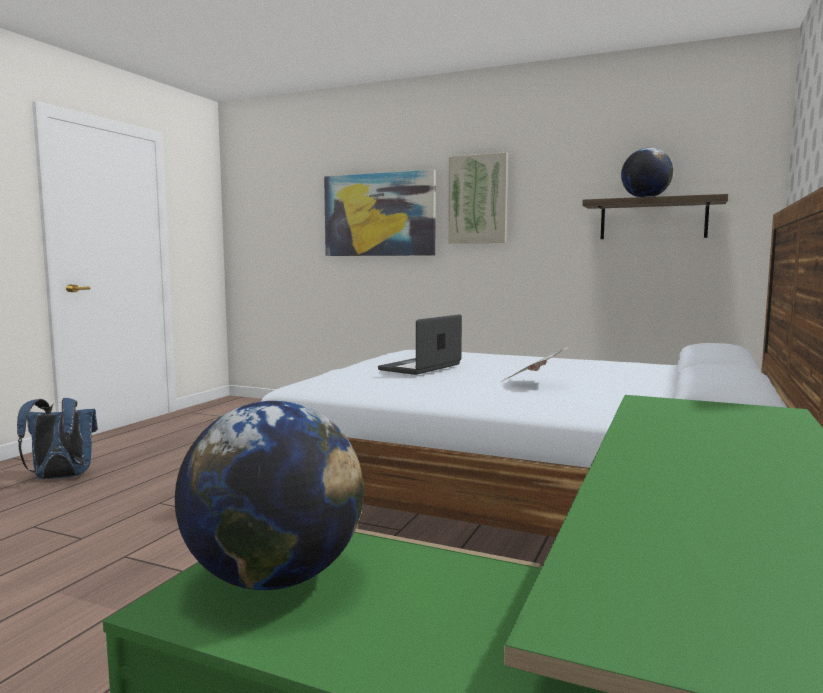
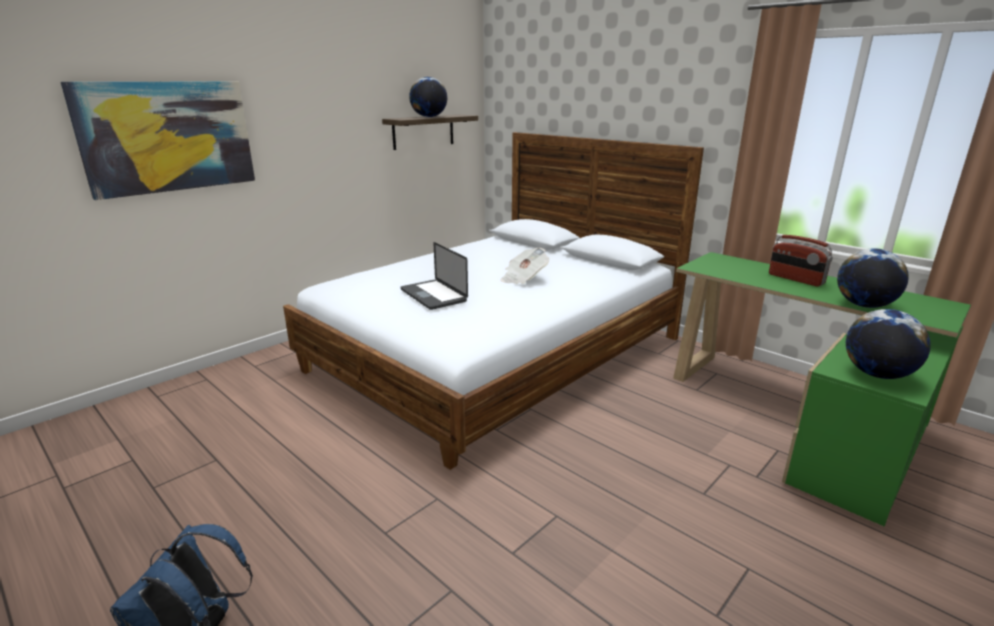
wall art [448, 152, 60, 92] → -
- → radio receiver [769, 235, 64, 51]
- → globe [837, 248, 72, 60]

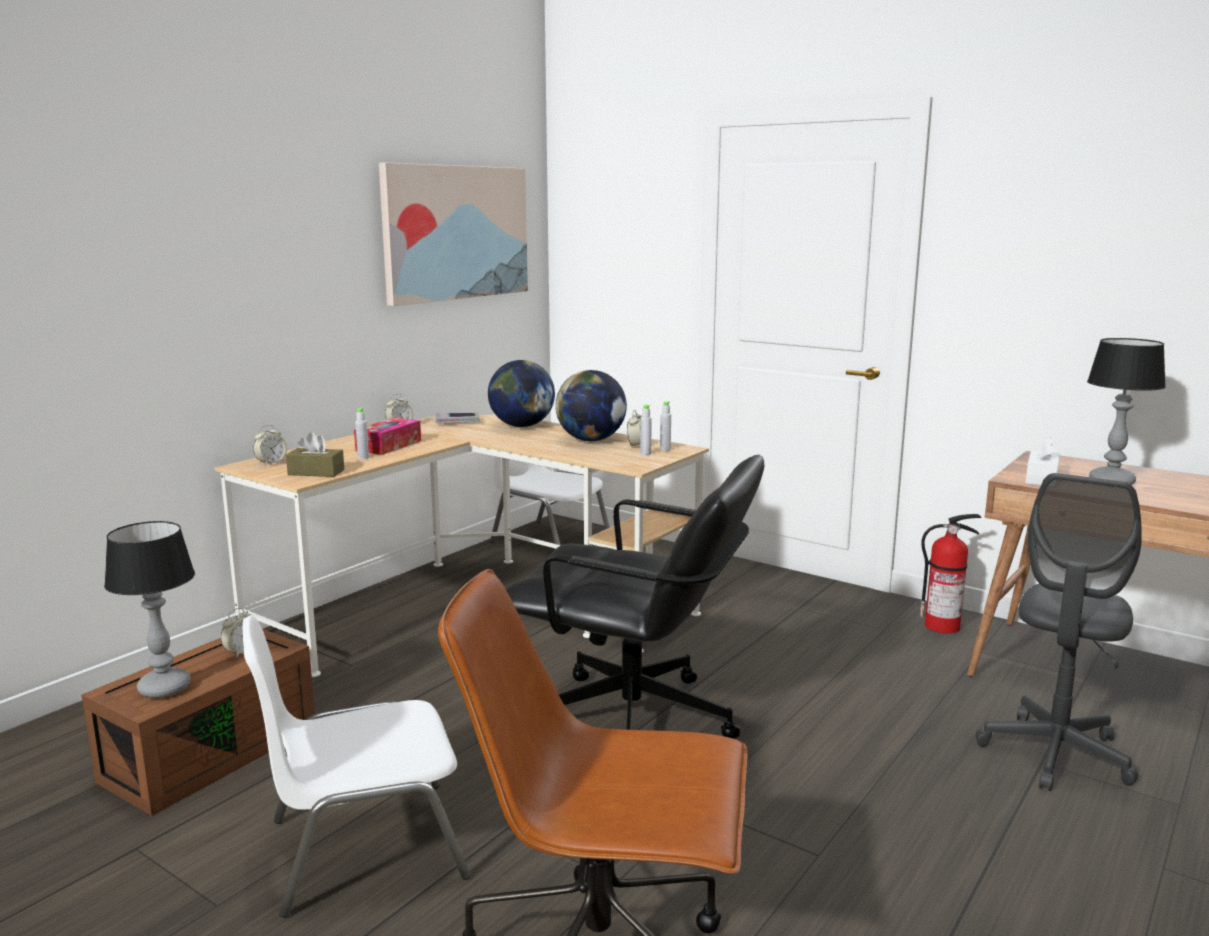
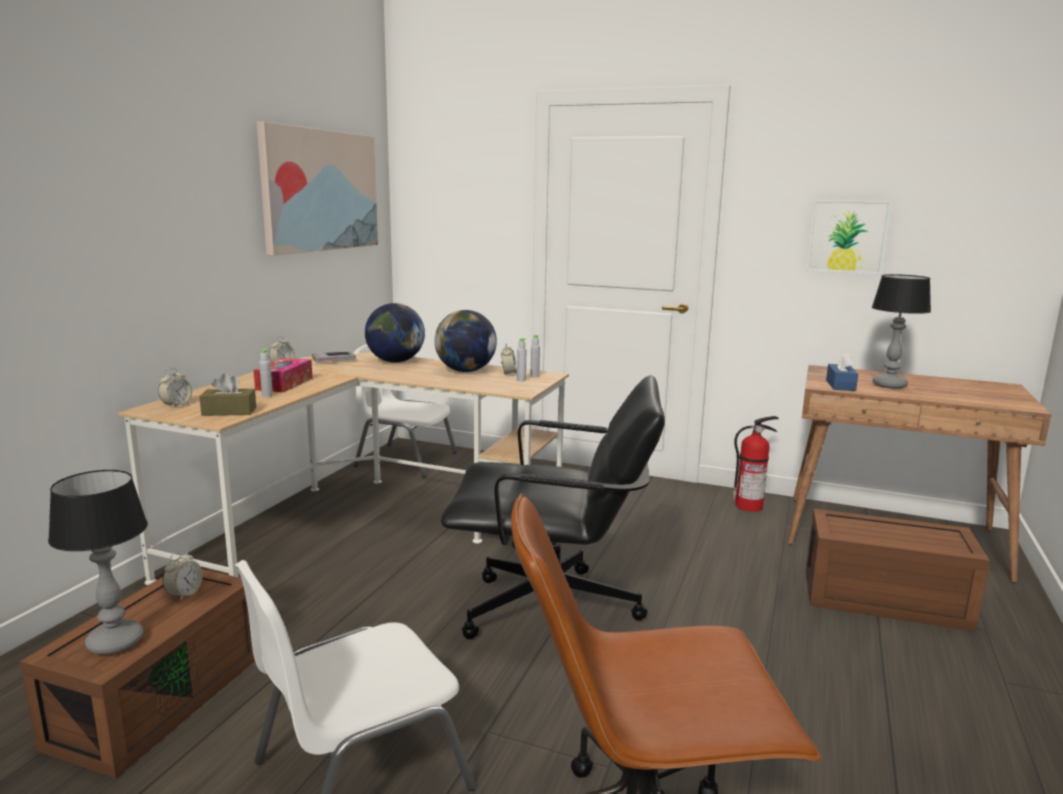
grey office chair [976, 473, 166, 318] → brown-coloured storage box [806, 509, 184, 123]
whitish tissue box [1026, 437, 34, 48] → blue-coloured tissue box [826, 352, 32, 39]
- → wall art [806, 200, 86, 75]

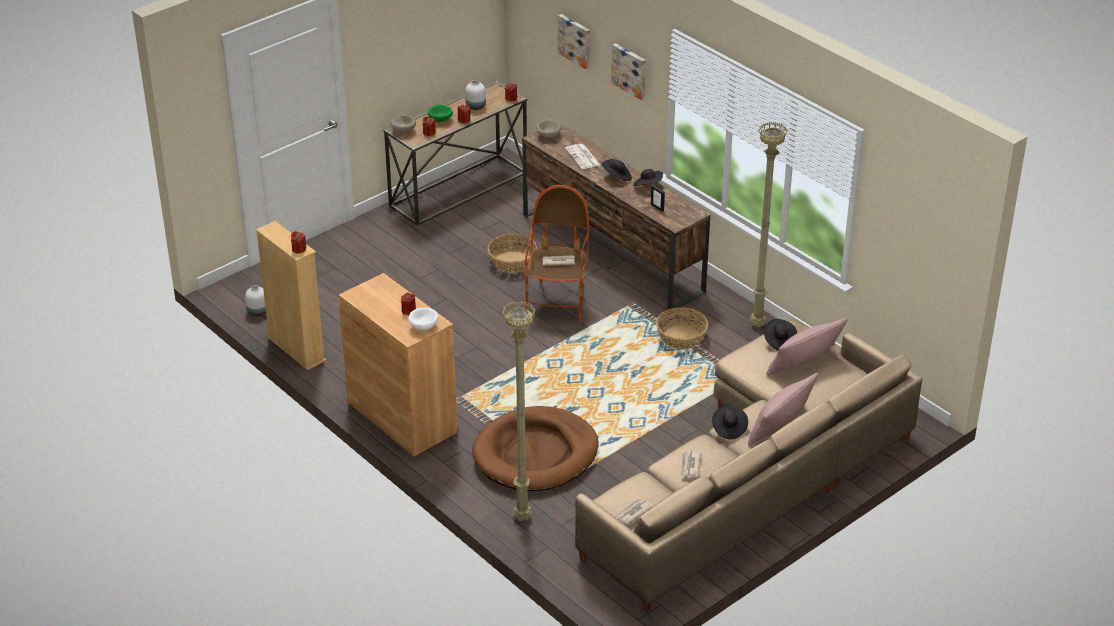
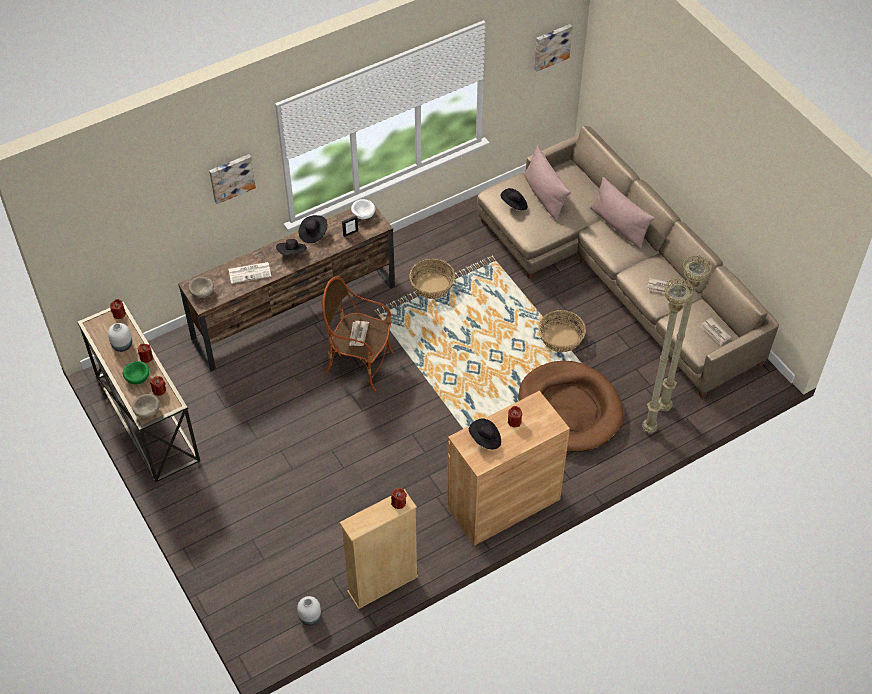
whitish bowl [408, 308, 30, 22] → whitish bowl [351, 199, 25, 20], moved
basket [487, 234, 50, 39] → basket [539, 310, 47, 42], moved
wall art [558, 14, 32, 55] → wall art [534, 24, 39, 48], moved
blackish wearable hat [712, 405, 36, 34] → blackish wearable hat [469, 418, 32, 31], moved
beige standard lamp [750, 122, 38, 205] → beige standard lamp [658, 255, 54, 156], moved

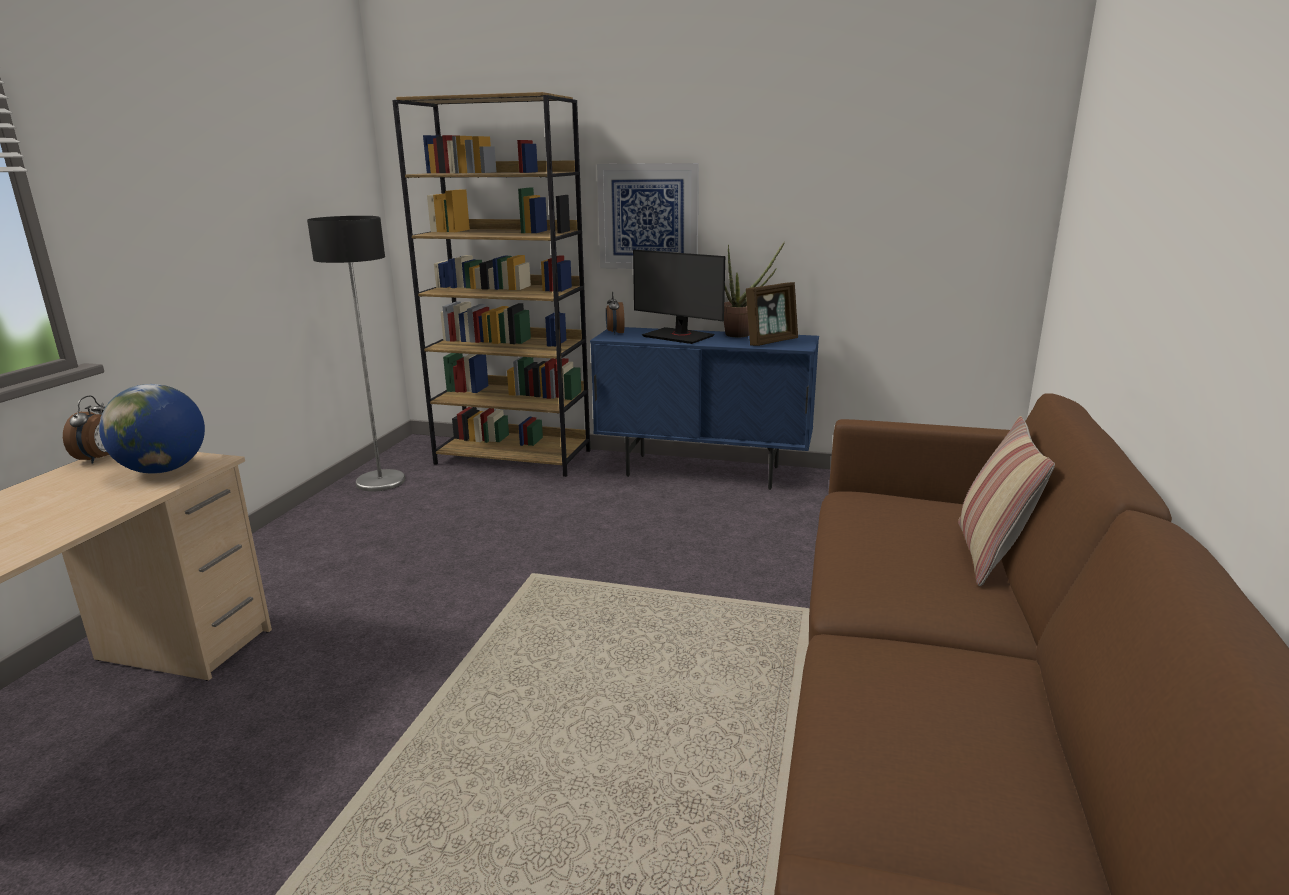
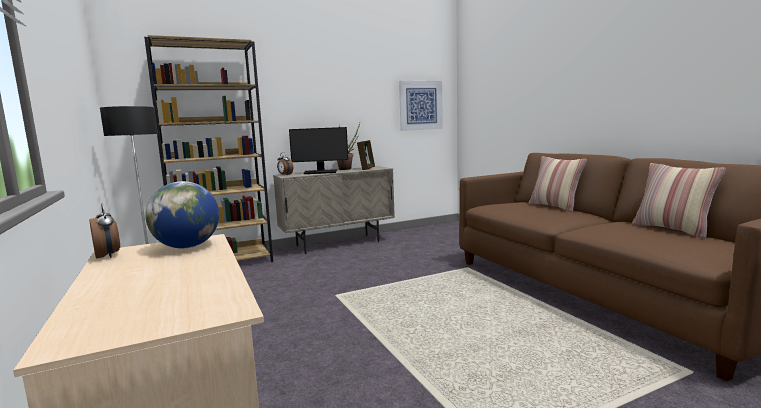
blue-coloured cupboard [590, 327, 229, 163] → beige cupboard [273, 166, 122, 88]
wall art [597, 163, 102, 106] → wall art [399, 81, 44, 50], moved
- → throw pillow [632, 163, 94, 76]

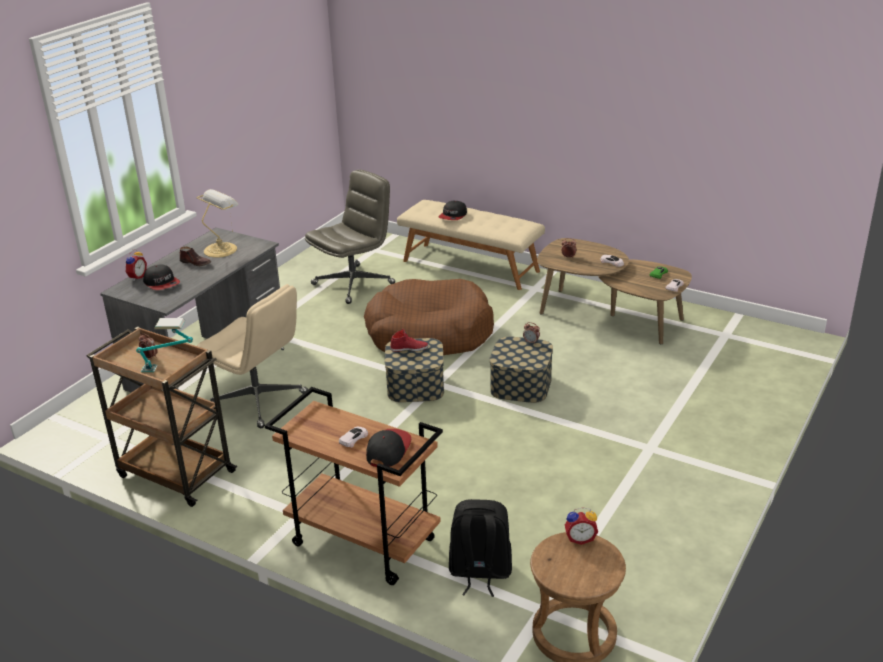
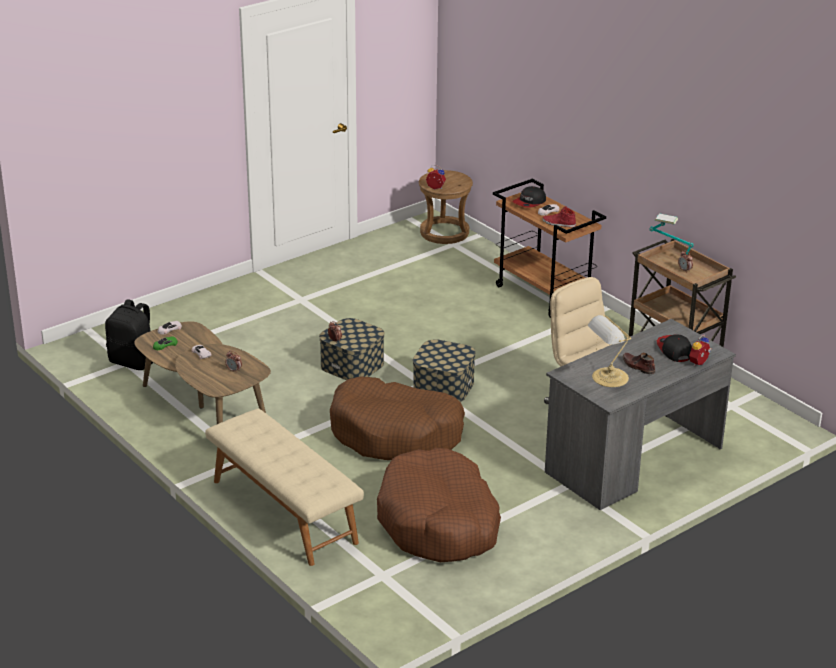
grey office chair [305, 170, 90, 134] → brown-coloured pet bed [377, 448, 124, 114]
reddish low shoe [390, 329, 39, 23] → reddish low shoe [542, 207, 34, 21], moved
peaked cap [438, 201, 29, 19] → -
blackish knapsack [449, 499, 63, 98] → blackish knapsack [105, 299, 48, 71], moved

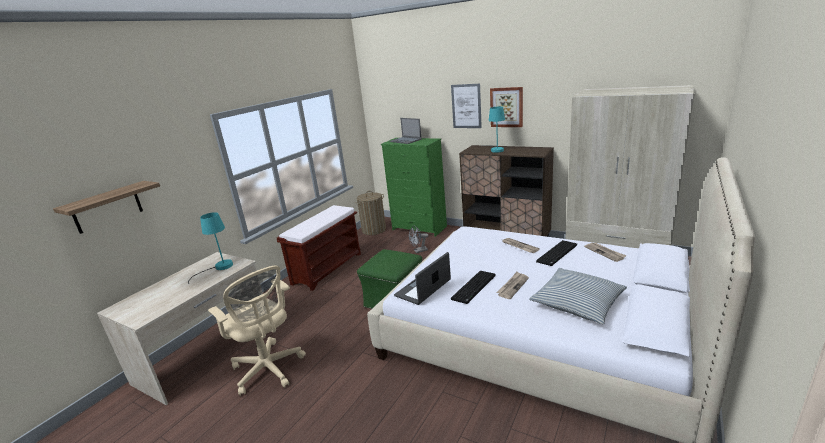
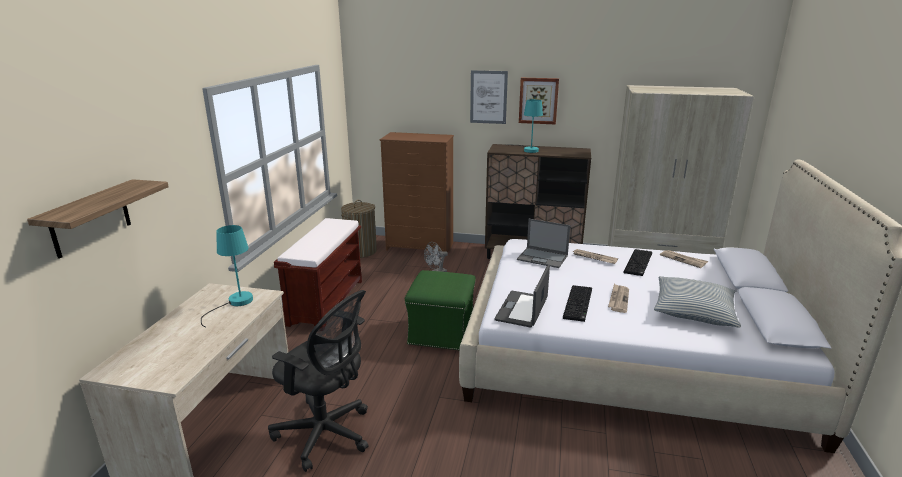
beige office chair [208, 265, 98, 131] → blackish office chair [268, 290, 101, 182]
greenish dresser [381, 138, 66, 99] → brown-coloured dresser [380, 132, 74, 121]
notebook computer [389, 118, 33, 26] → notebook computer [517, 219, 53, 49], moved

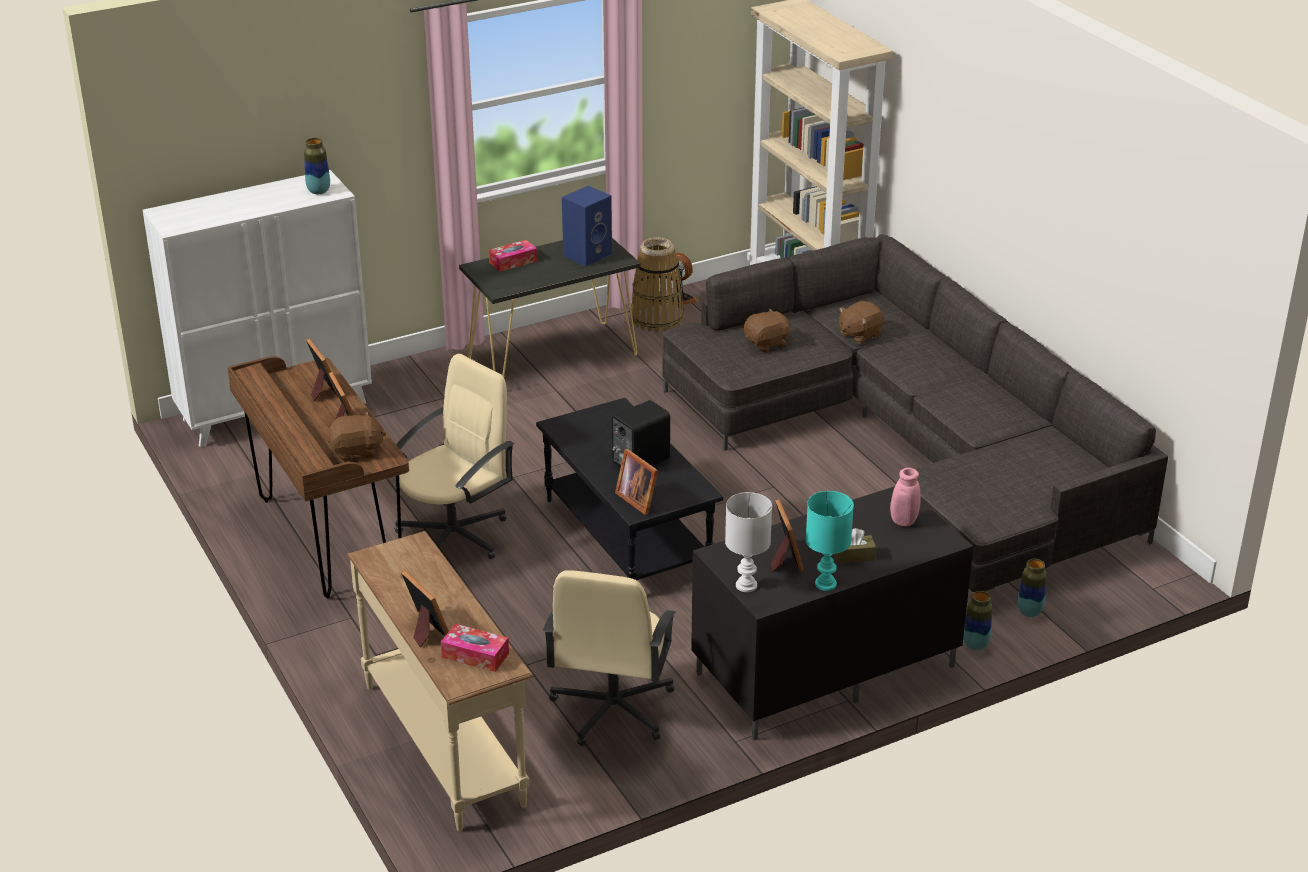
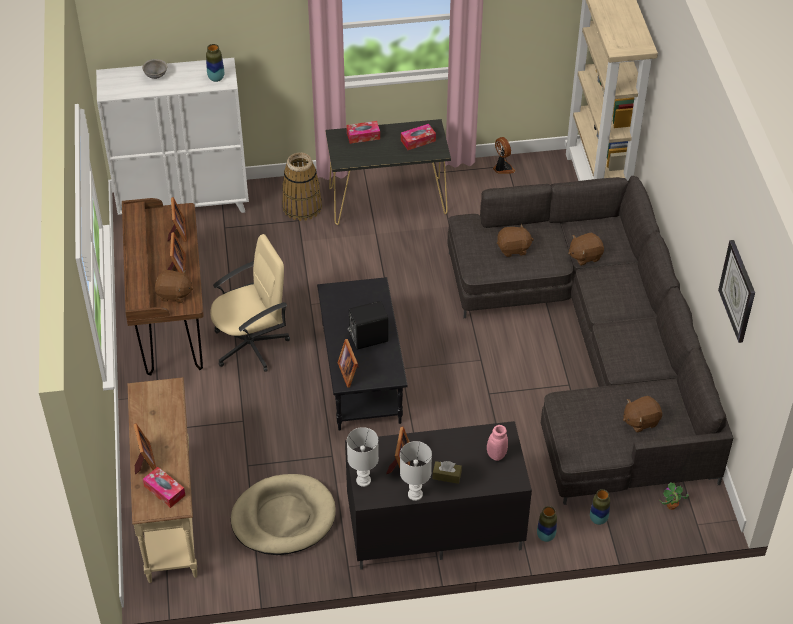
beige office chair [543, 570, 133, 176] → beige pet bed [231, 474, 105, 81]
blue-coloured loudspeaker [562, 186, 50, 81] → tissue box [401, 124, 35, 26]
basket [631, 237, 53, 96] → basket [282, 152, 40, 69], moved
turquoise-coloured table lamp [806, 491, 48, 100] → whitish table lamp [400, 441, 32, 60]
- → grey bowl [142, 59, 26, 20]
- → brown-coloured plush toy [623, 396, 39, 37]
- → houseplant [660, 482, 29, 28]
- → wall clock [718, 240, 37, 103]

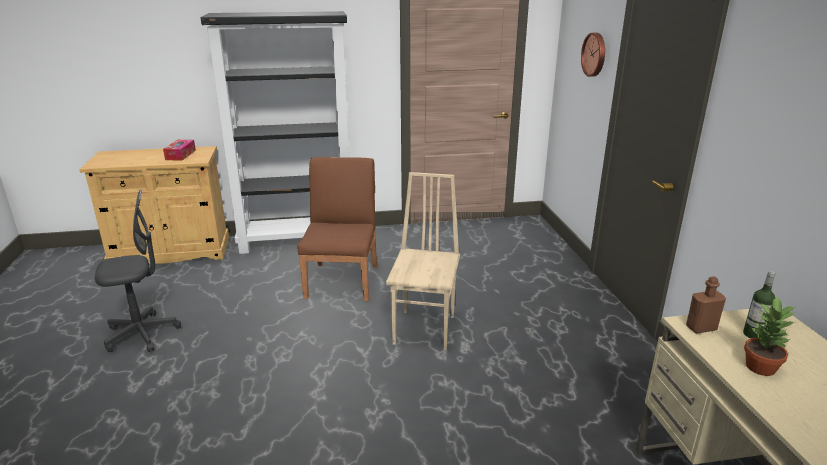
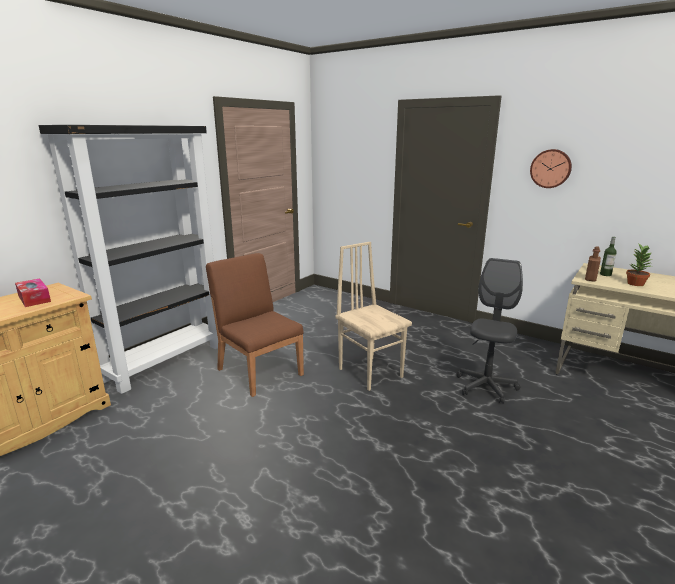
grey office chair [95, 189, 86, 163] → grey office chair [456, 258, 67, 146], moved
wall clock [581, 32, 24, 45] → wall clock [530, 149, 42, 39], moved

